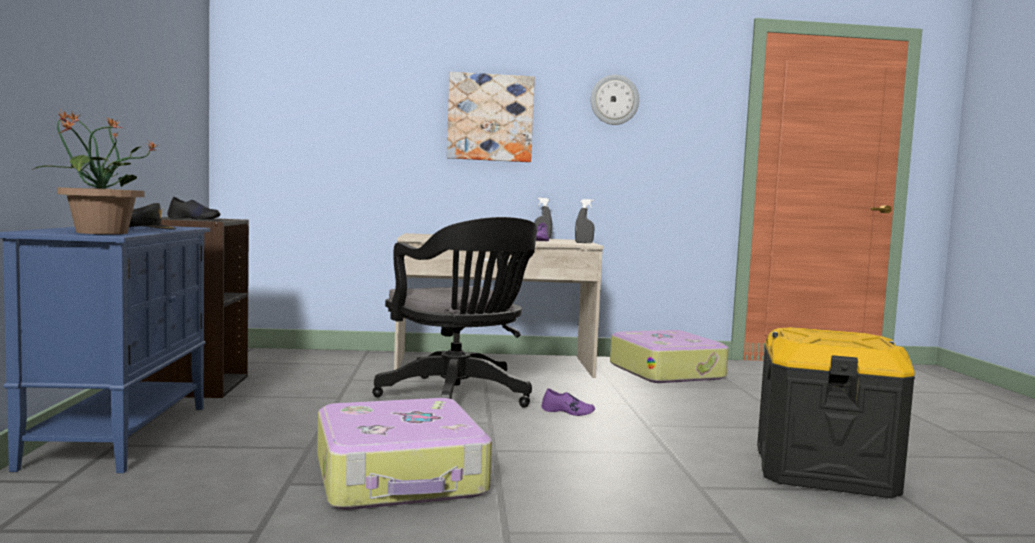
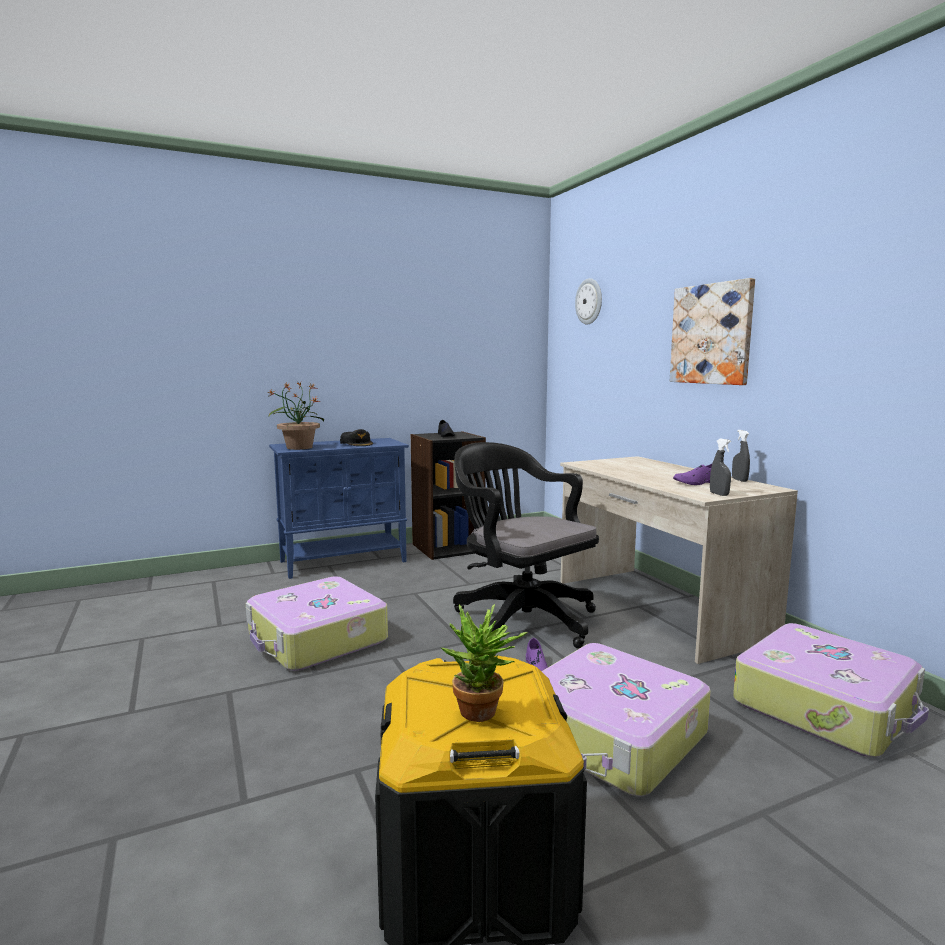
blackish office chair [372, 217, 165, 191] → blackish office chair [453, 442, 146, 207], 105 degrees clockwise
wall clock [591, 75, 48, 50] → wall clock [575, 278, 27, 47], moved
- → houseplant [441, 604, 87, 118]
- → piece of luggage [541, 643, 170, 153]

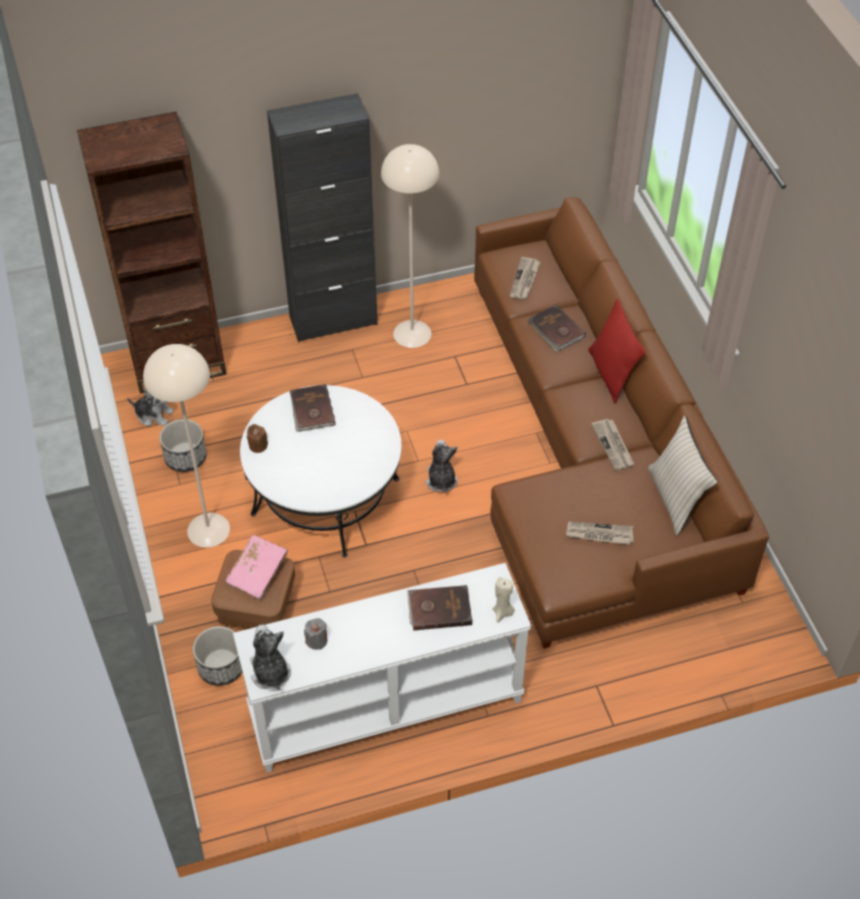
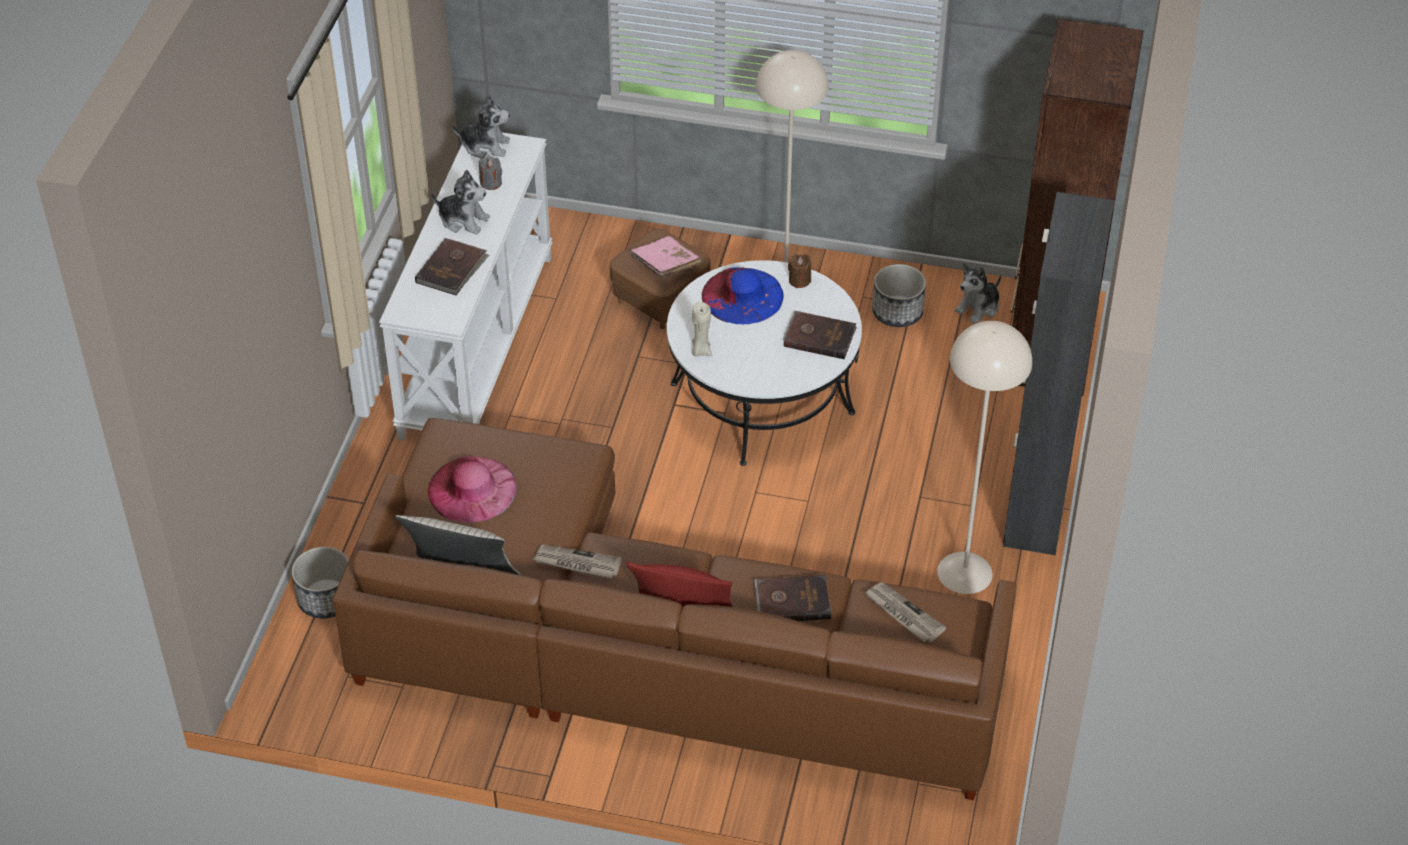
planter [193, 626, 49, 60] → planter [291, 547, 58, 71], moved
plush toy [426, 439, 32, 54] → plush toy [431, 170, 59, 64], moved
beige wax candle [493, 577, 22, 45] → beige wax candle [692, 302, 20, 55], moved
printed paper [566, 522, 68, 23] → pink-coloured wearable hat [428, 456, 89, 67]
- → blue-coloured wearable hat [702, 267, 82, 57]

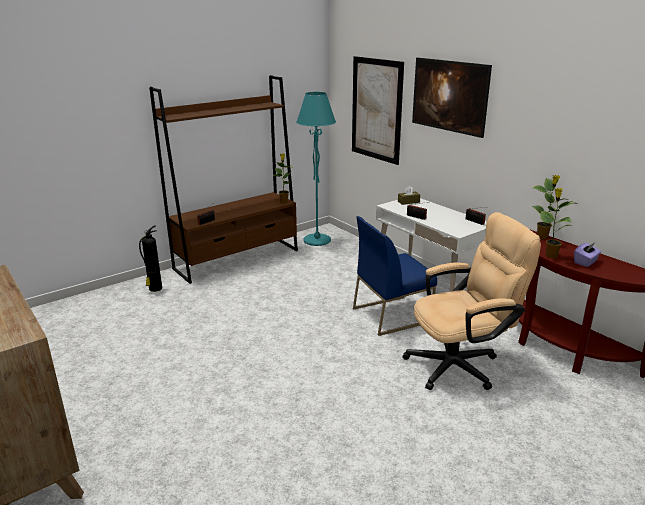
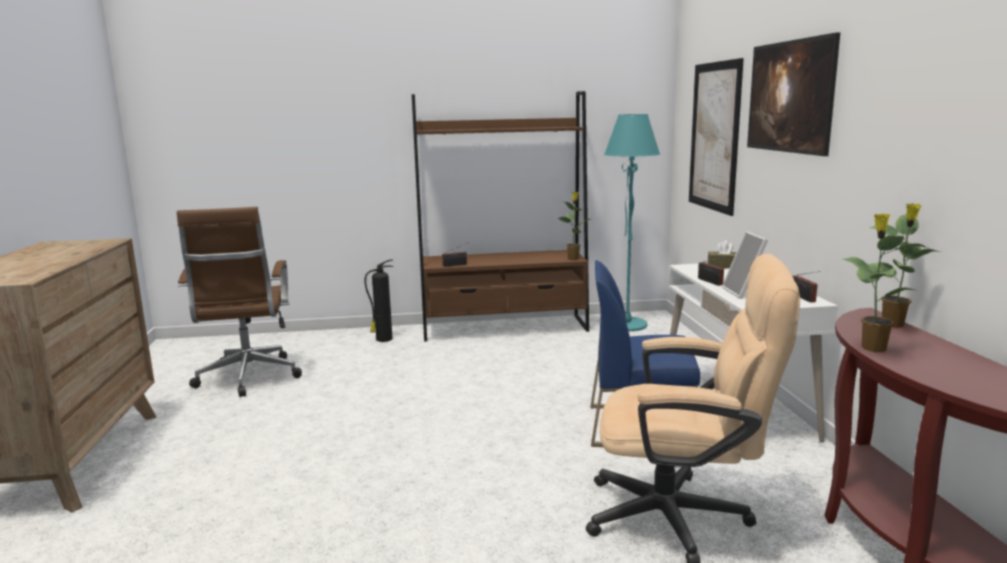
purplish tissue box [574, 242, 28, 25] → -
- → brown-coloured office chair [177, 207, 125, 190]
- → picture frame [722, 231, 46, 68]

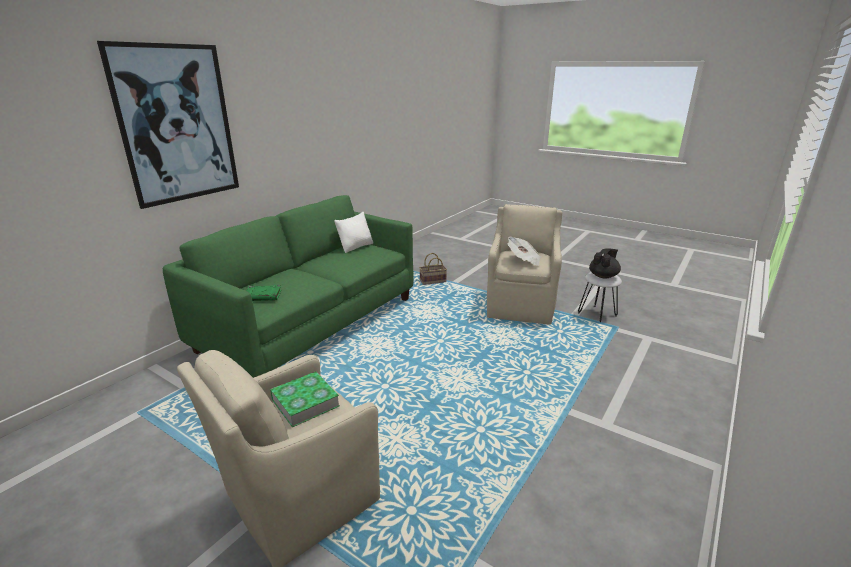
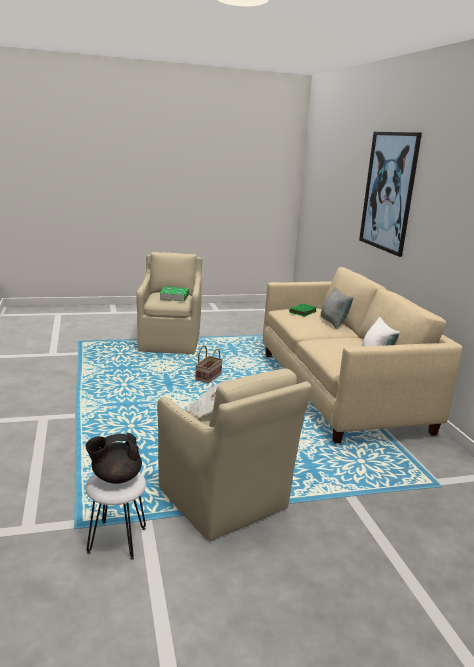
greenish couch [163, 195, 251, 183] → beige couch [263, 267, 199, 176]
basket [419, 253, 28, 32] → basket [195, 345, 28, 38], moved
blackish tea pot [589, 249, 32, 29] → blackish tea pot [85, 433, 57, 51], 75 degrees clockwise
- → grey throw pillow [321, 287, 32, 42]

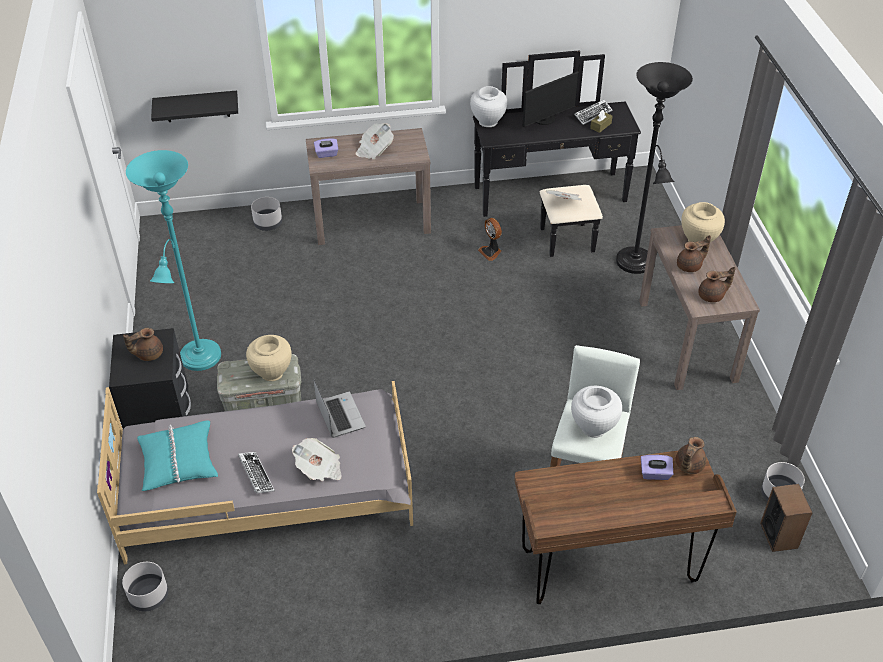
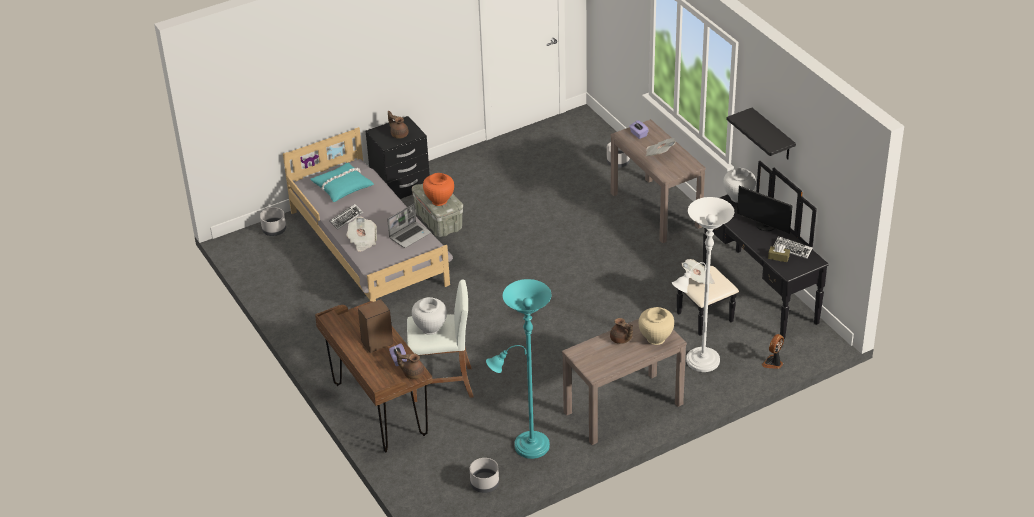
turquoise-coloured standard lamp [126, 150, 95, 221] → turquoise-coloured standard lamp [486, 279, 65, 180], moved
blackish bracket shelf [151, 91, 87, 31] → blackish bracket shelf [727, 108, 69, 51], moved
beige flower vase [246, 335, 45, 46] → orange flower vase [423, 173, 31, 33]
electric fan [478, 218, 24, 43] → electric fan [761, 334, 23, 35], moved
blackish standard lamp [616, 62, 77, 212] → whitish standard lamp [672, 197, 62, 175]
brown-coloured tea pot [698, 267, 38, 35] → -
loudspeaker [760, 484, 53, 68] → loudspeaker [358, 299, 35, 54], moved

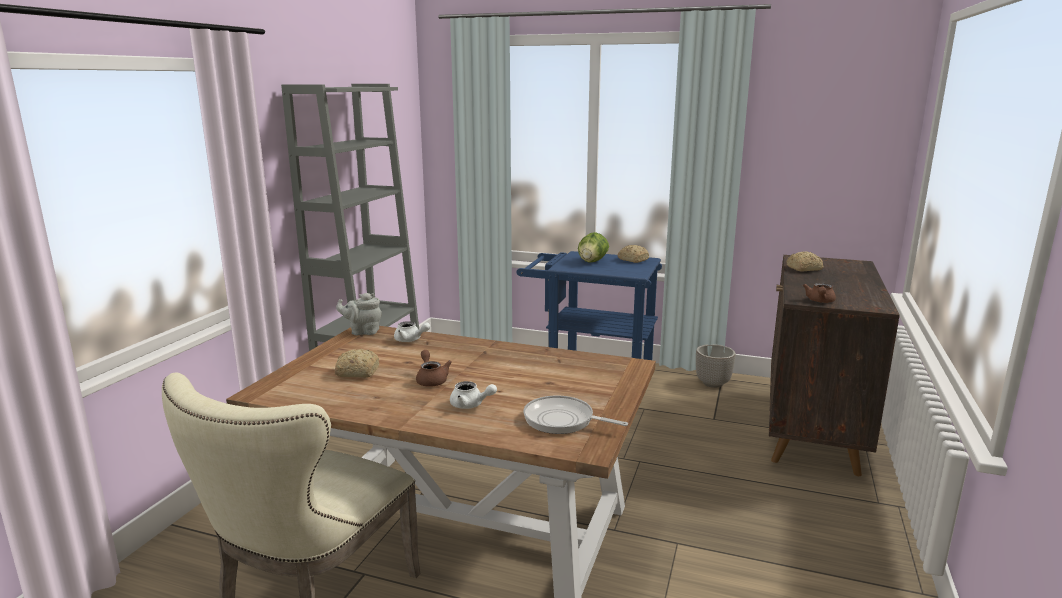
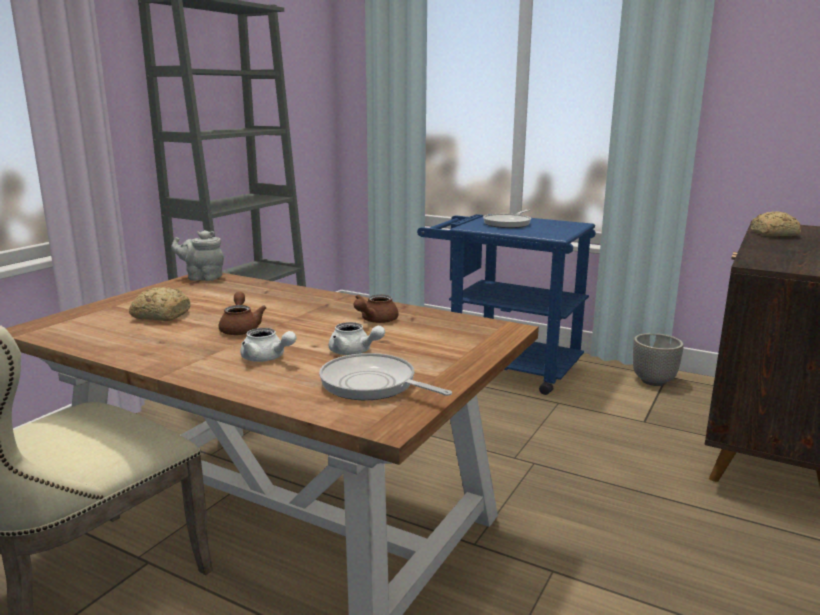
whitish tea pot [394, 321, 36, 21] → whitish tea pot [329, 322, 56, 33], moved
head of lettuce [578, 232, 31, 31] → skillet [483, 209, 48, 19]
baked bread [618, 245, 31, 18] → -
brown-coloured tea pot [803, 283, 33, 20] → brown-coloured tea pot [353, 295, 46, 28], moved

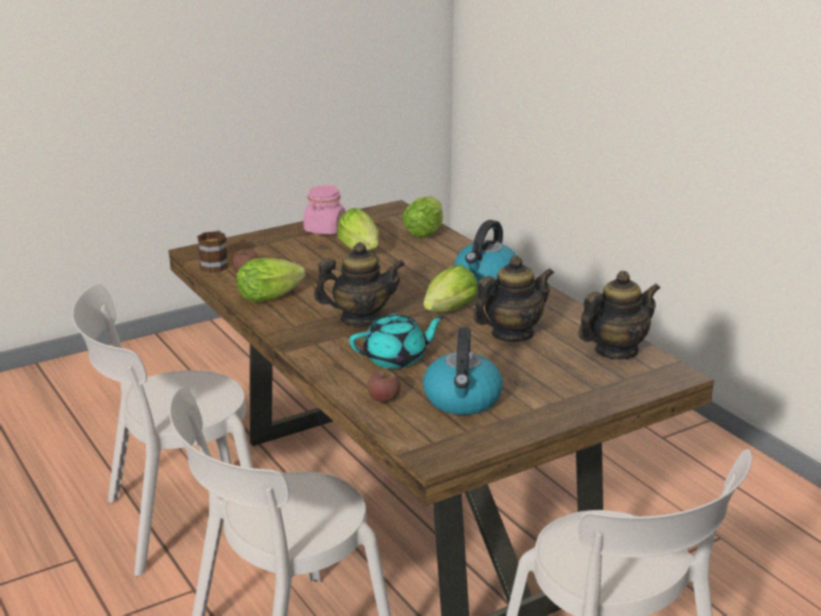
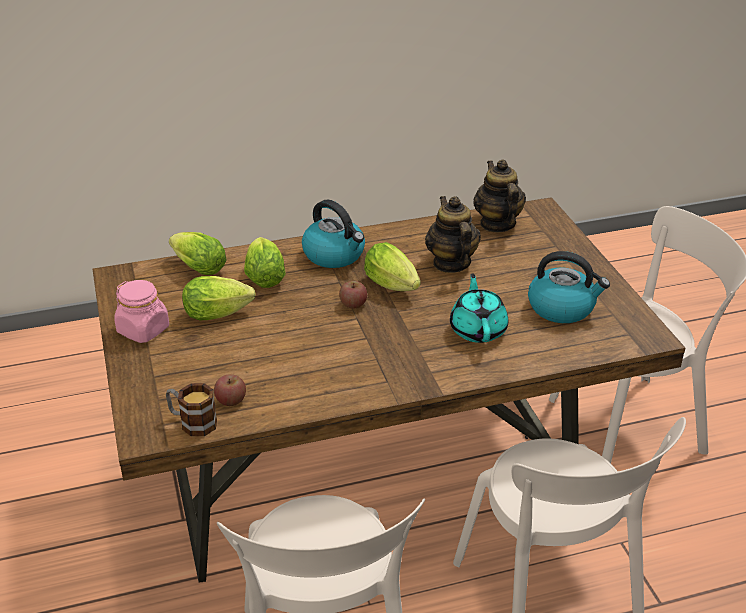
head of lettuce [236, 258, 69, 44] → head of lettuce [244, 237, 42, 51], moved
tea pot [314, 242, 91, 84] → -
apple [367, 370, 33, 33] → apple [339, 281, 28, 28], moved

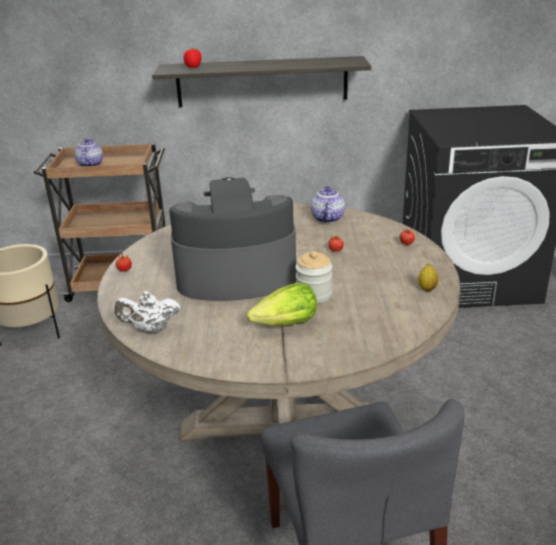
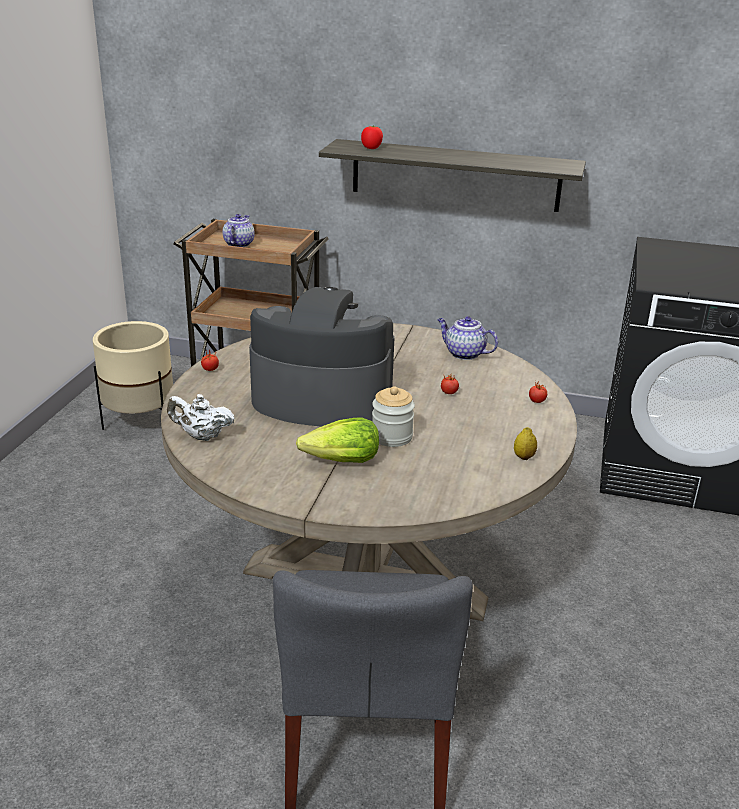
tea pot [310, 186, 35, 37] → tea pot [437, 316, 61, 44], 75 degrees counterclockwise

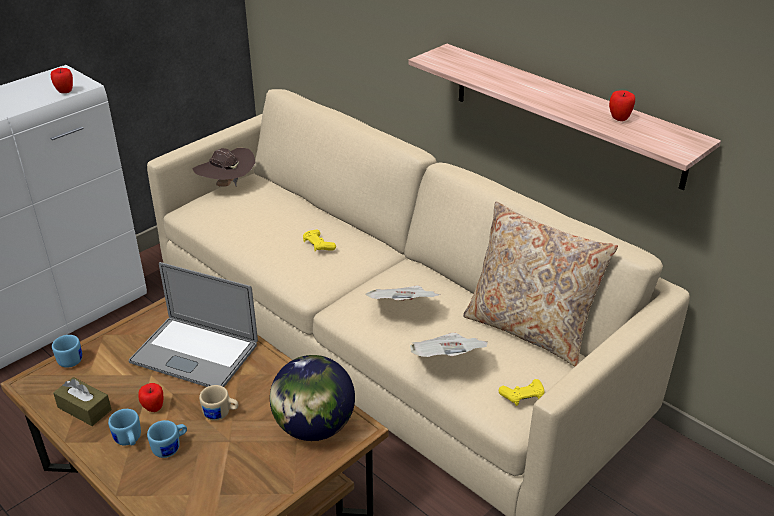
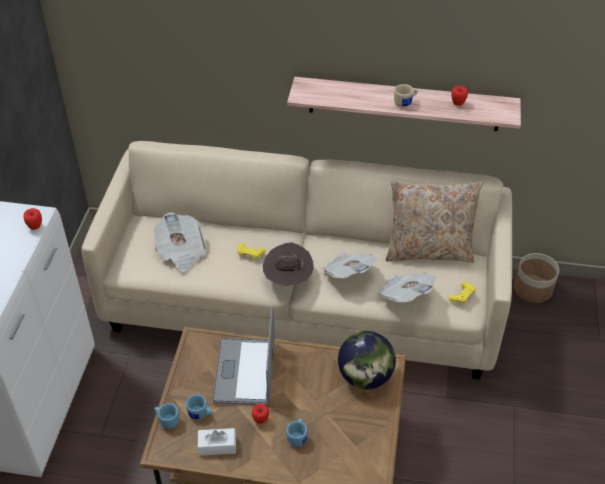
brown-coloured tissue box [53, 377, 59, 49] → whitish tissue box [198, 428, 38, 28]
blue-coloured coffee mug [108, 409, 33, 37] → blue-coloured coffee mug [186, 395, 26, 25], moved
notebook computer [128, 262, 130, 125] → notebook computer [213, 306, 62, 99], 105 degrees clockwise
brown-coloured wearable hat [193, 148, 63, 39] → brown-coloured wearable hat [263, 242, 51, 44], moved
beige coffee mug [199, 385, 39, 36] → beige coffee mug [394, 84, 24, 24], moved
- → printed paper [153, 212, 54, 60]
- → planter [514, 253, 45, 50]

